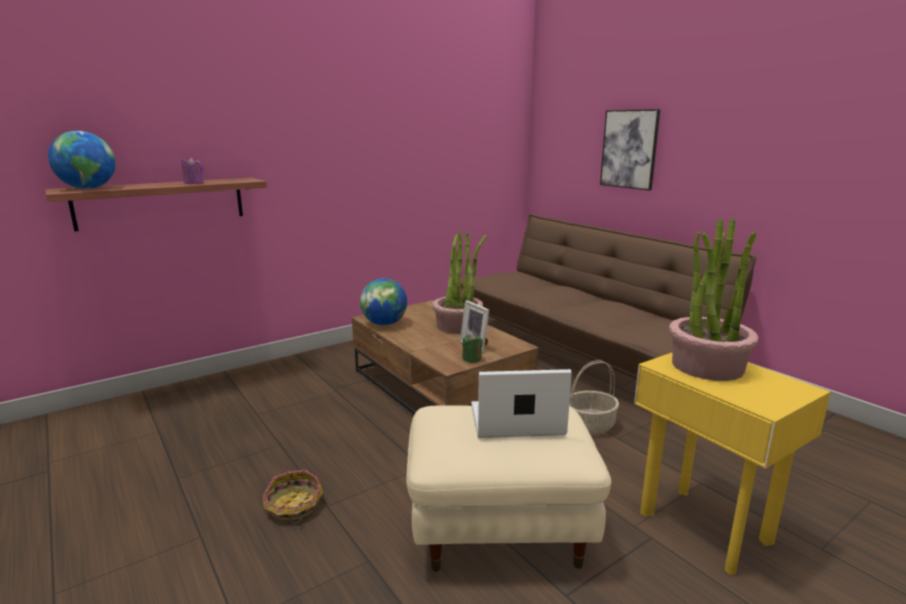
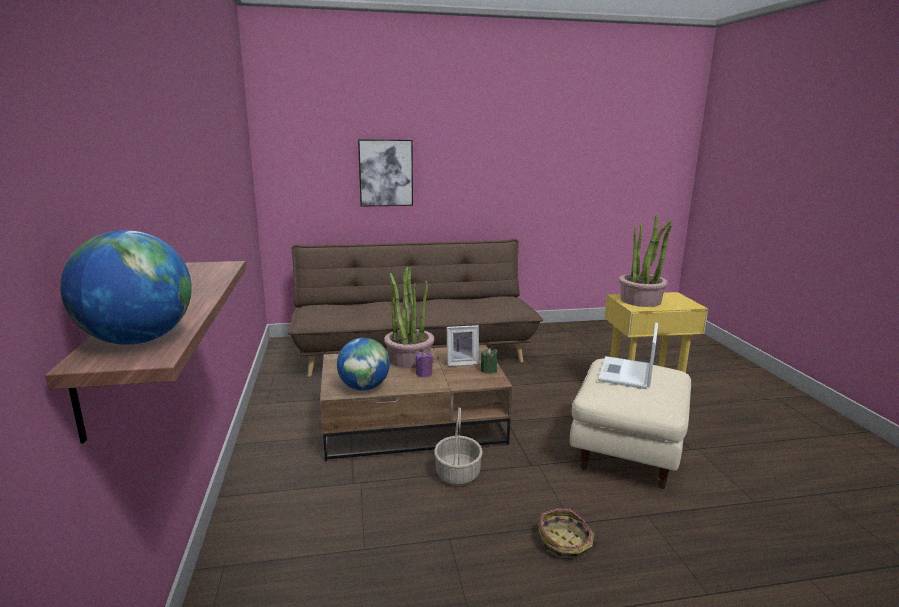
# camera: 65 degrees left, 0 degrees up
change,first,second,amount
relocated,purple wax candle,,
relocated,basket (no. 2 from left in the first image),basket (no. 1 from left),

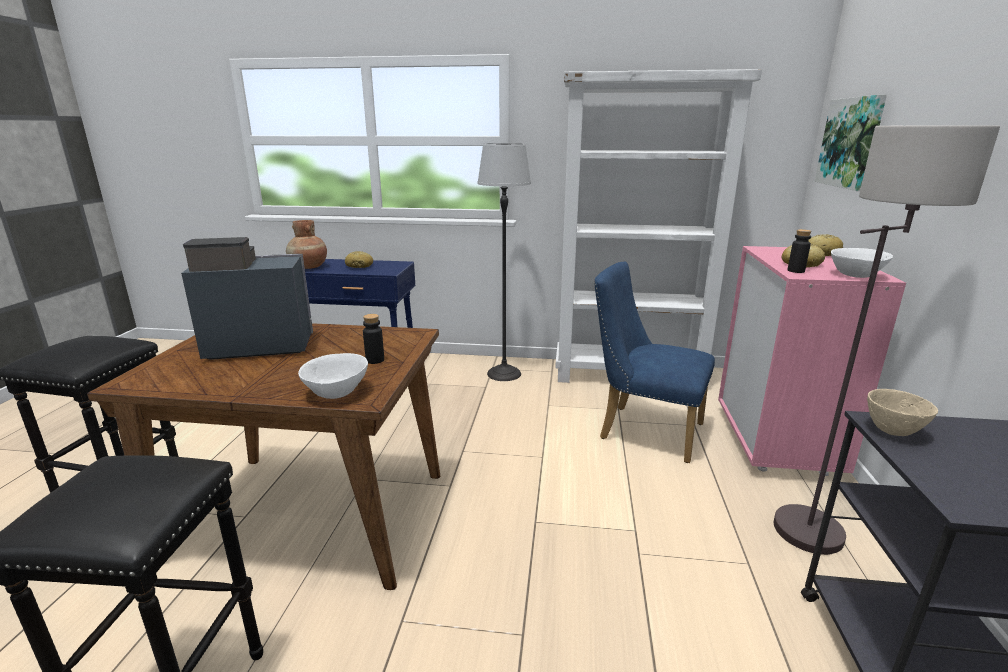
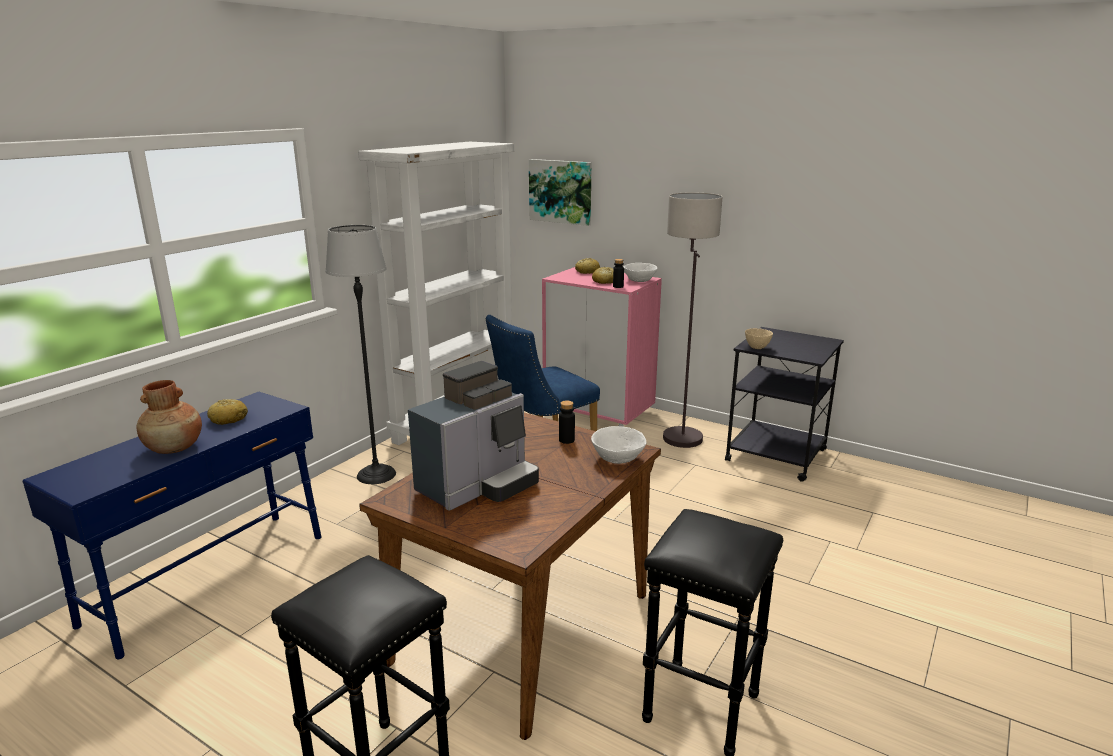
# camera: 65 degrees left, 0 degrees up
change,first,second,amount
spun,coffee brewer,,150 degrees counterclockwise

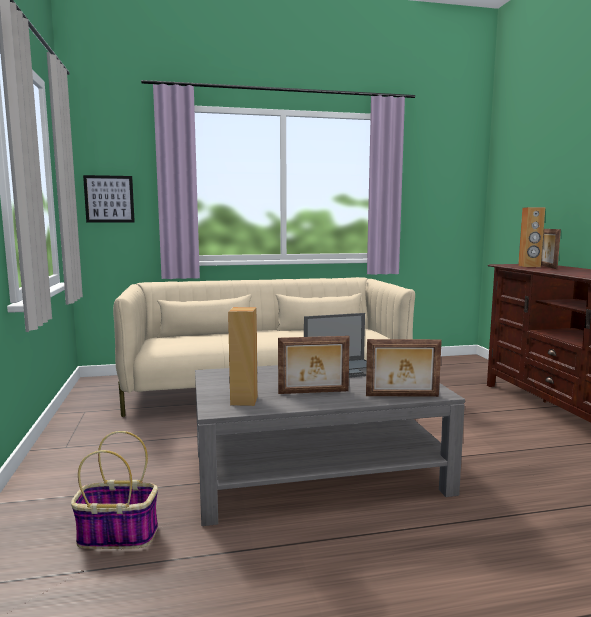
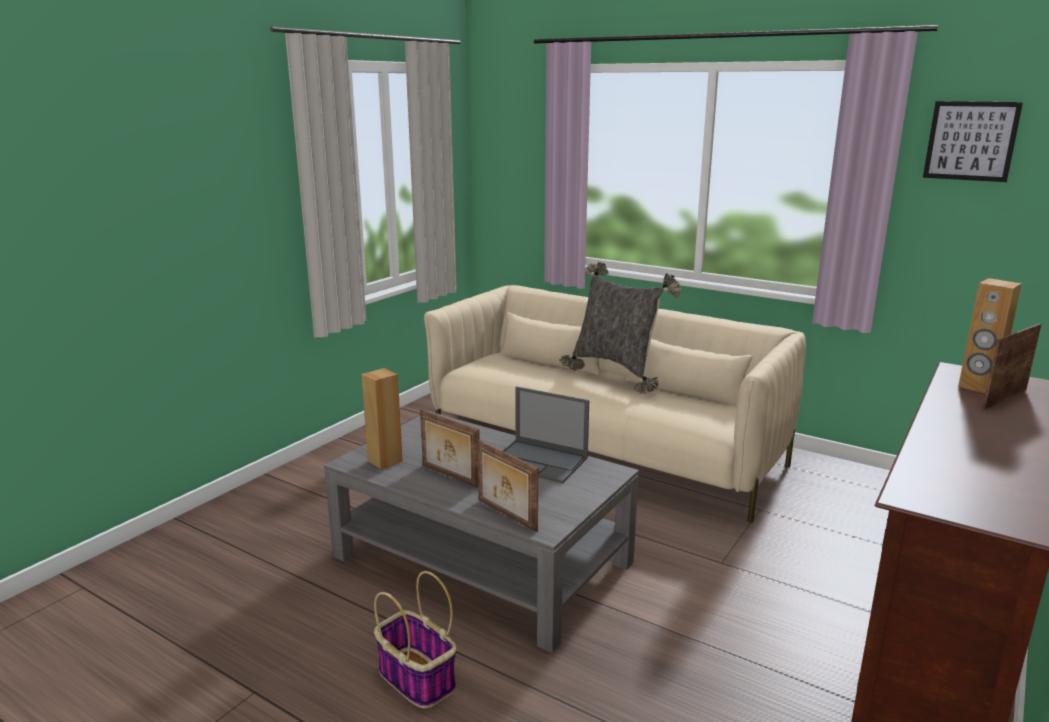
# camera: 45 degrees right, 10 degrees up
change,first,second,amount
relocated,picture,,
relocated,basket,,
appeared,,pillow,

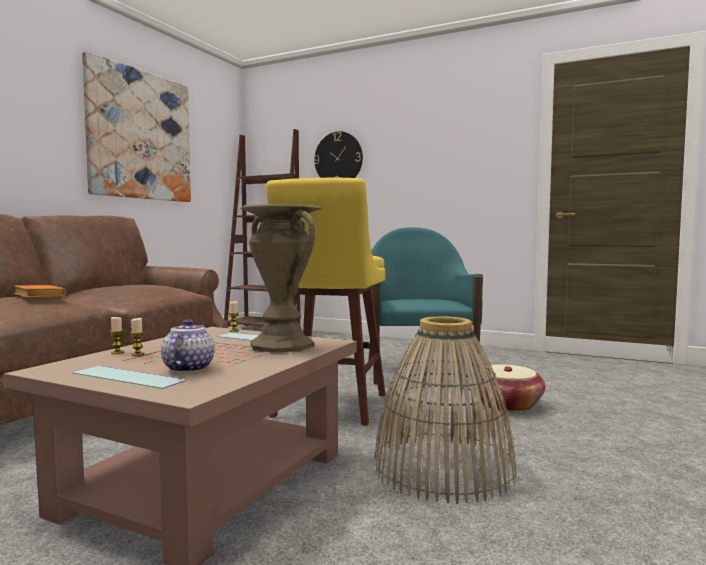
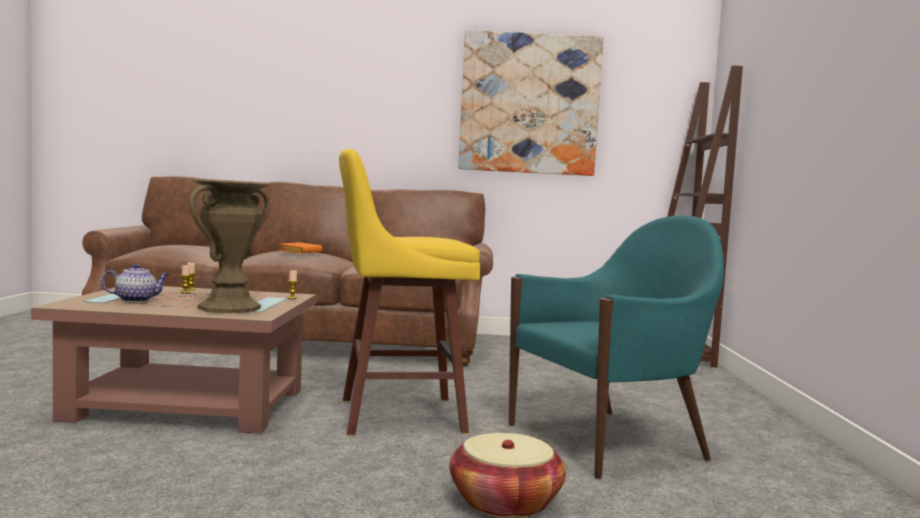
# camera: 65 degrees right, 0 degrees up
change,first,second,amount
missing,wall clock,,
missing,basket (no. 1 from left),,

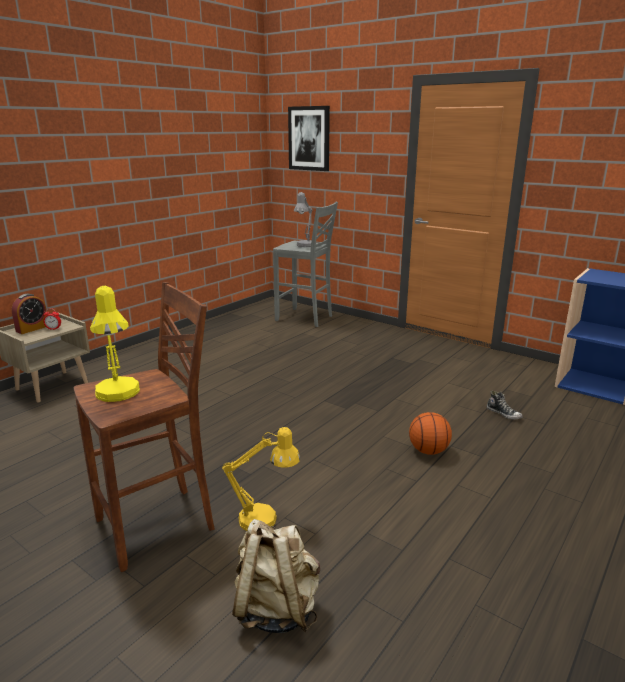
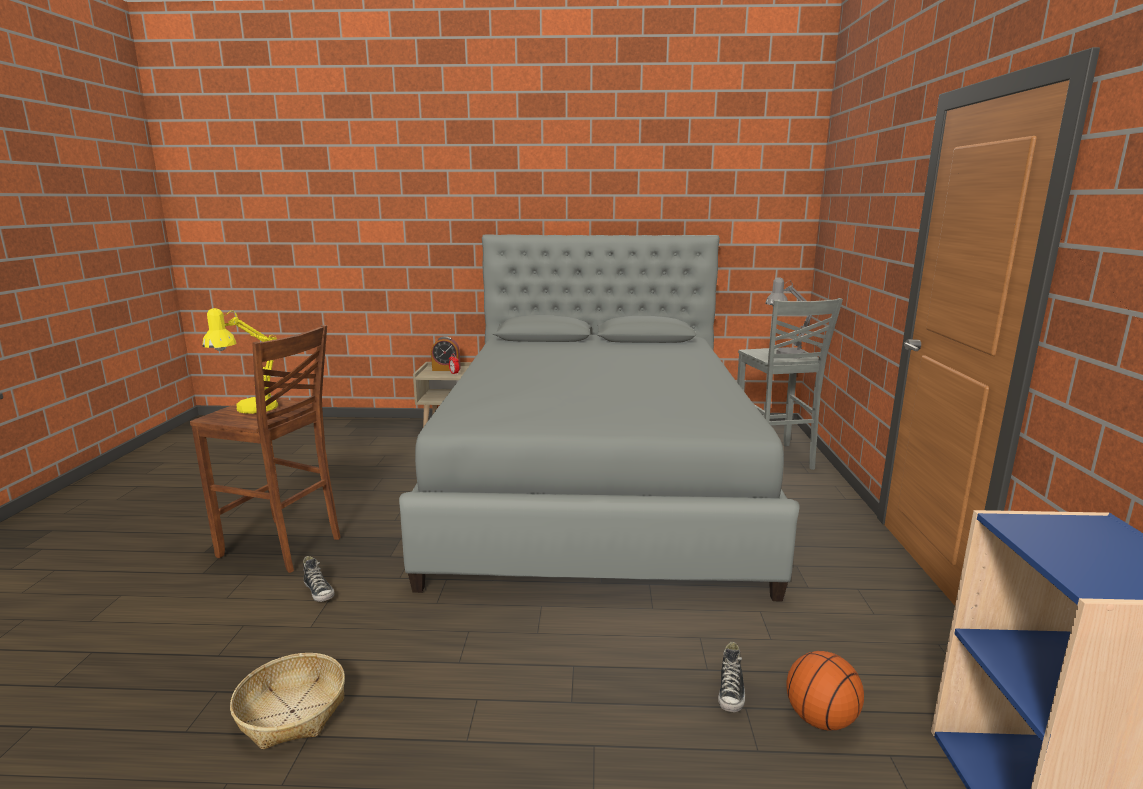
# camera: 55 degrees right, 5 degrees down
change,first,second,amount
missing,picture,,
relocated,basketball,,
exchanged,yellow tabletop lamp (no. 2 from left),shoe (no. 1 from left),
missing,beige-coloured rucksack,,
appeared,,greyish bedroom bed,
appeared,,basket,

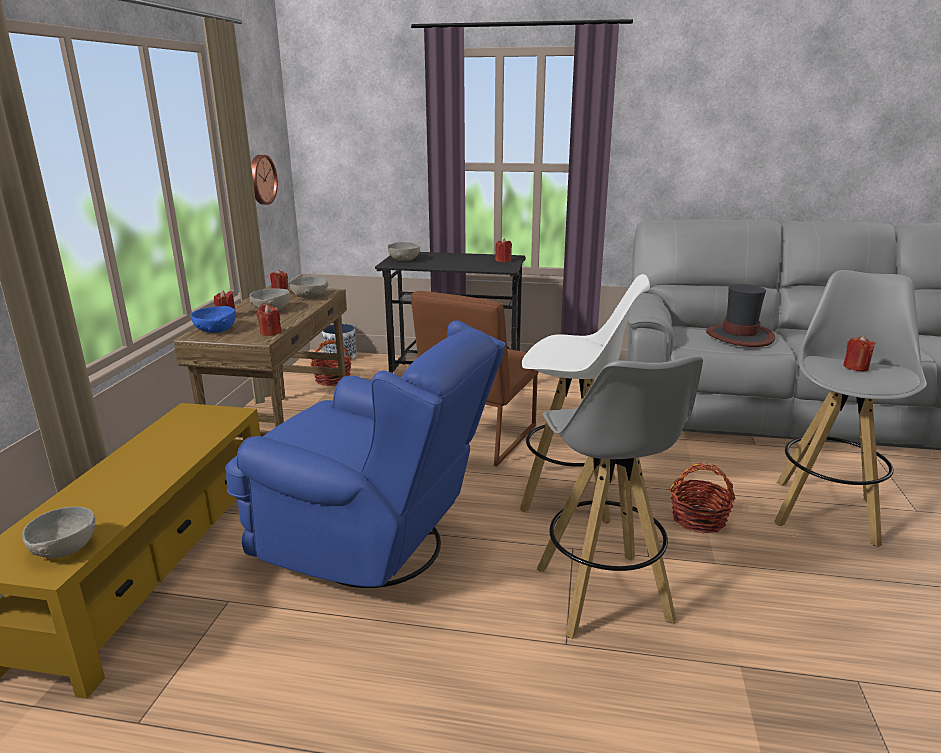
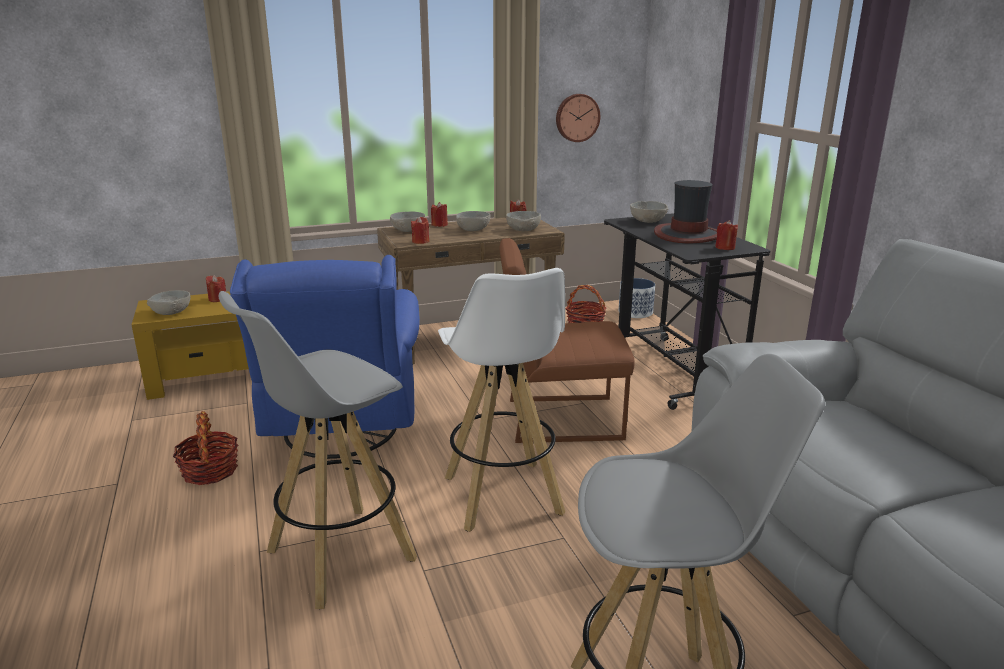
# camera: 60 degrees right, 0 degrees up
change,first,second,amount
relocated,wearable hat,,
colour,blue-coloured serving bowl,greyish serving bowl (no. 2 from left),
relocated,reddish wax candle (no. 5 from left in the first image),reddish wax candle (no. 1 from left),
relocated,basket (no. 2 from left in the first image),basket (no. 1 from left),

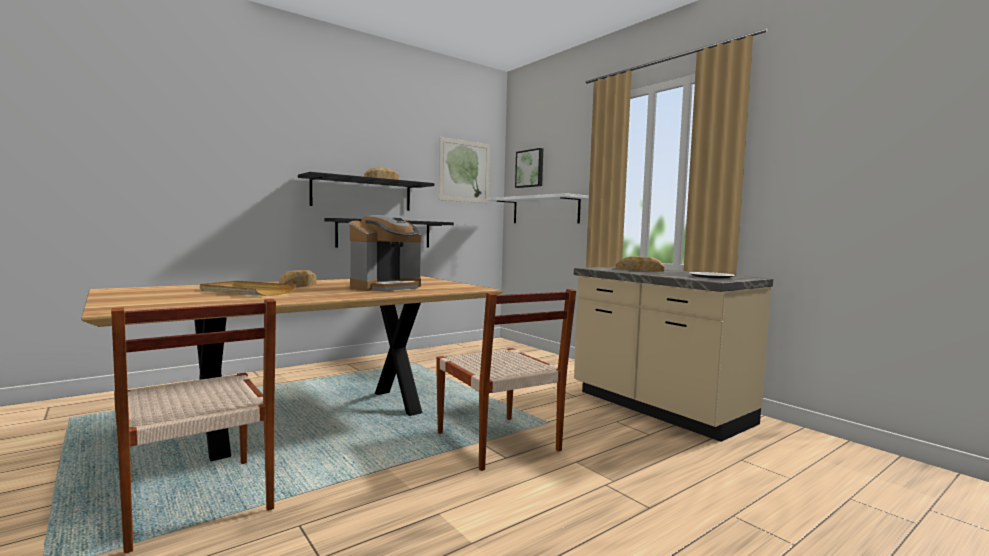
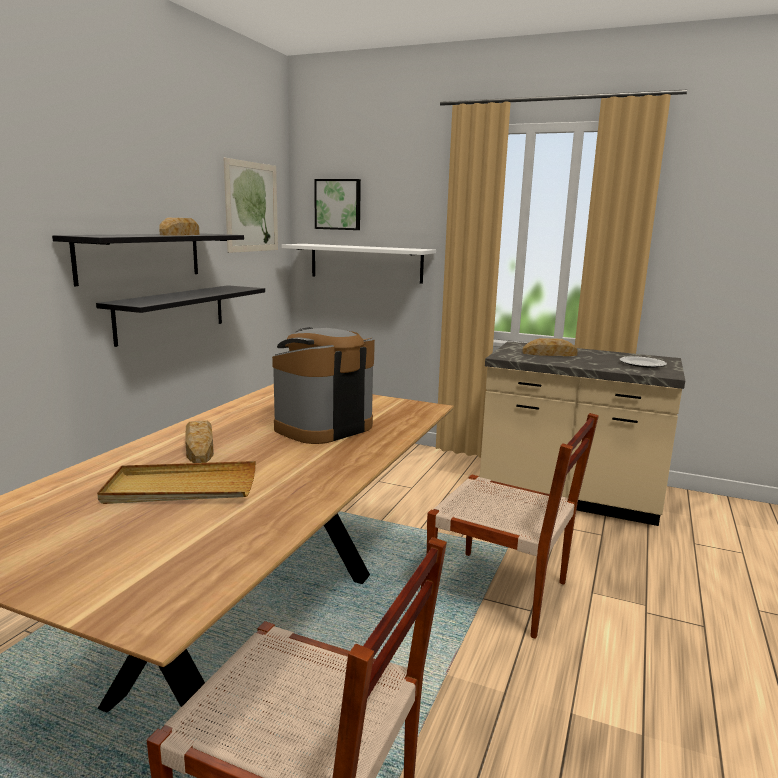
# camera: 30 degrees left, 10 degrees up
change,first,second,amount
spun,coffee brewer,,150 degrees counterclockwise

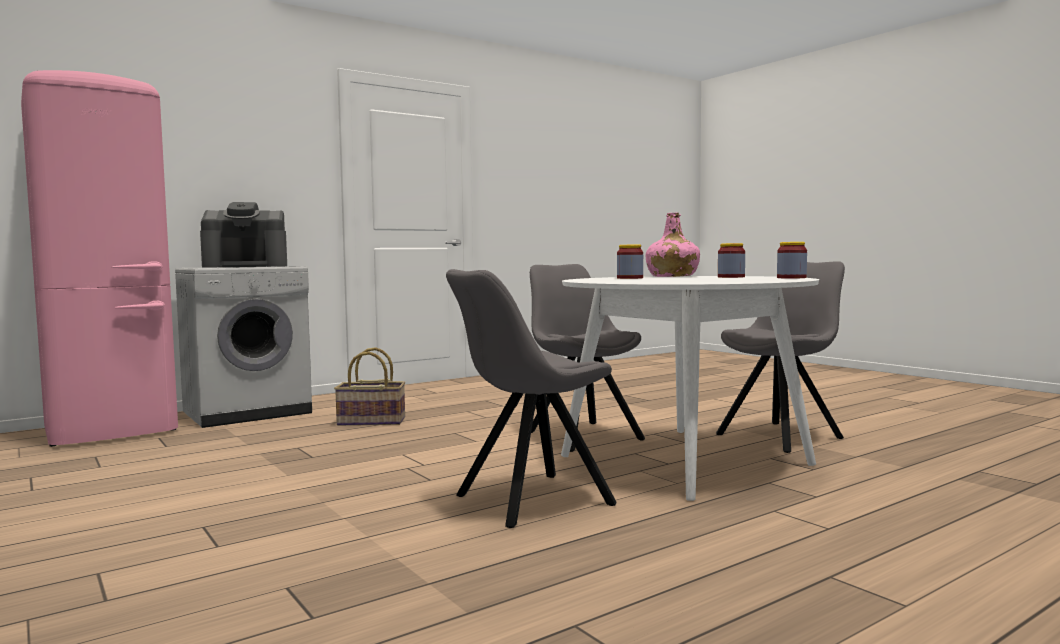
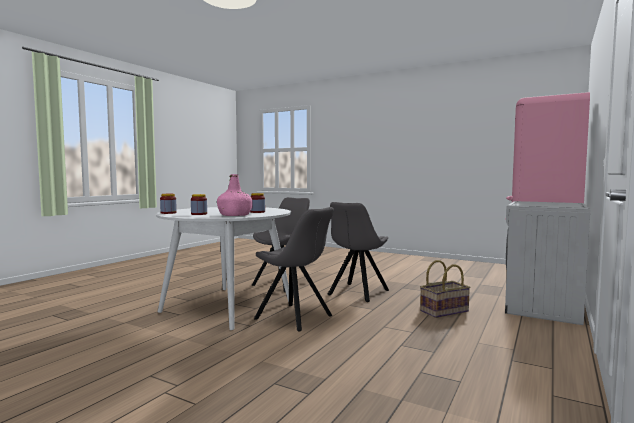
# camera: 155 degrees right, 0 degrees up
change,first,second,amount
missing,coffee brewer,,
relocated,greyish upright chair (no. 3 from left),,

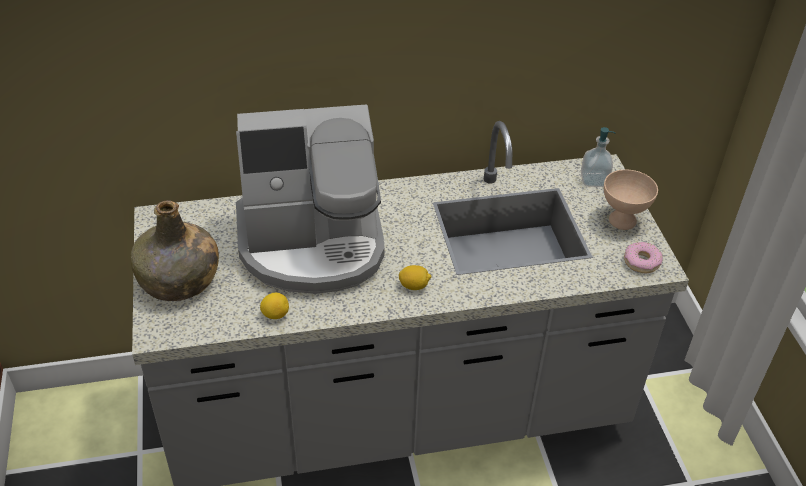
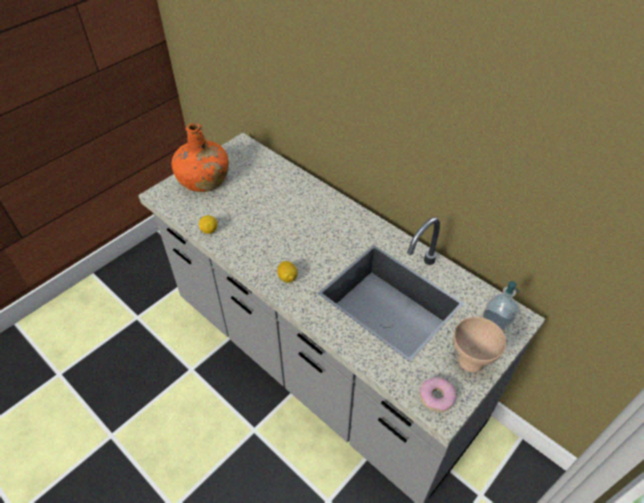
# camera: 55 degrees right, 5 degrees up
change,first,second,amount
missing,coffee brewer,,
colour,green-coloured drink bottle,orangey drink bottle,

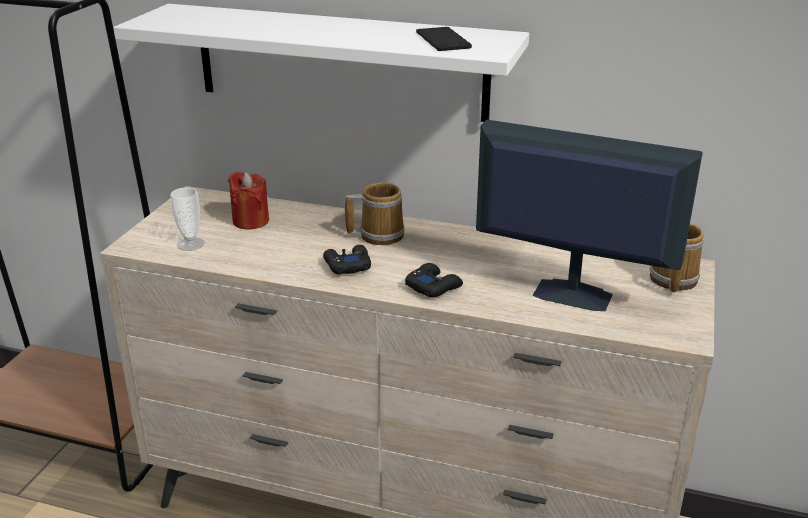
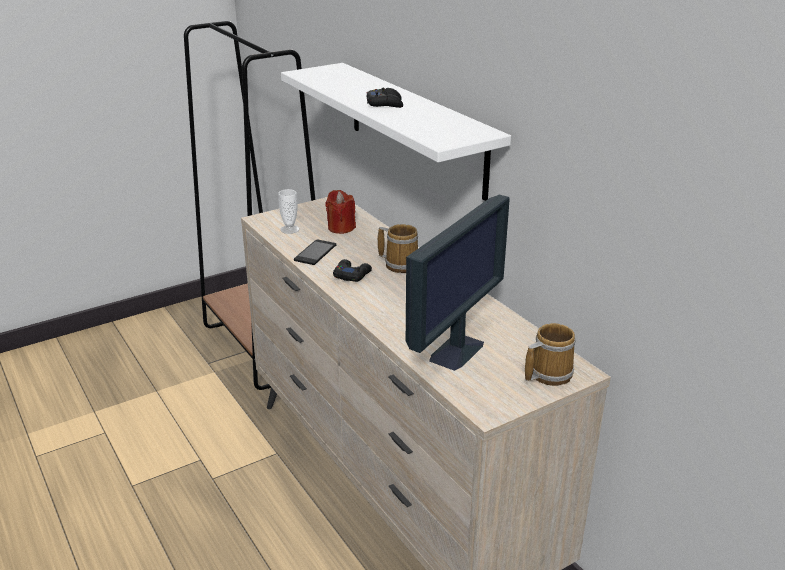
# camera: 40 degrees right, 0 degrees up
change,first,second,amount
relocated,phone,,
spun,monitor,,60 degrees clockwise
relocated,black game controller (no. 2 from left),,

